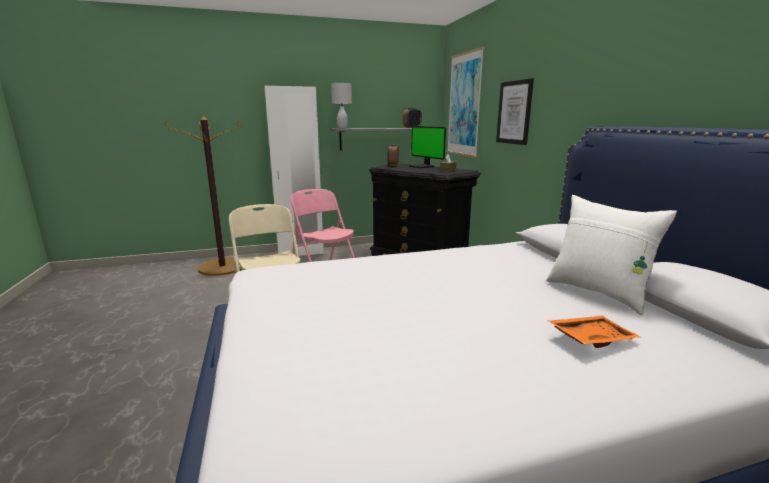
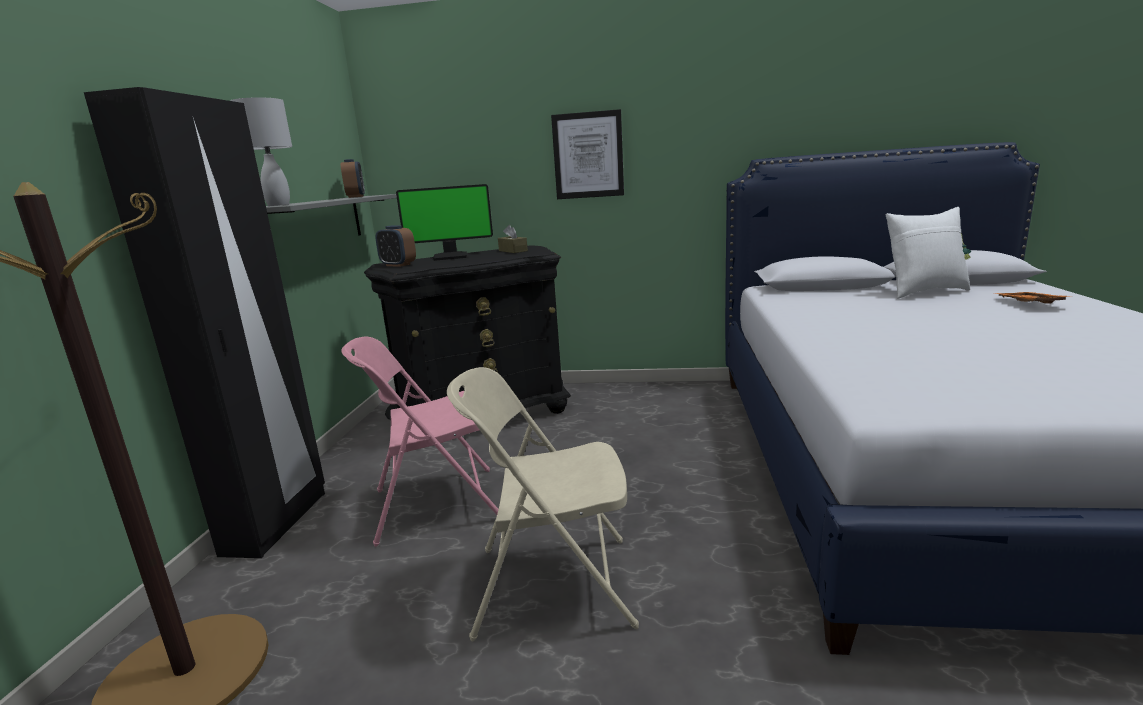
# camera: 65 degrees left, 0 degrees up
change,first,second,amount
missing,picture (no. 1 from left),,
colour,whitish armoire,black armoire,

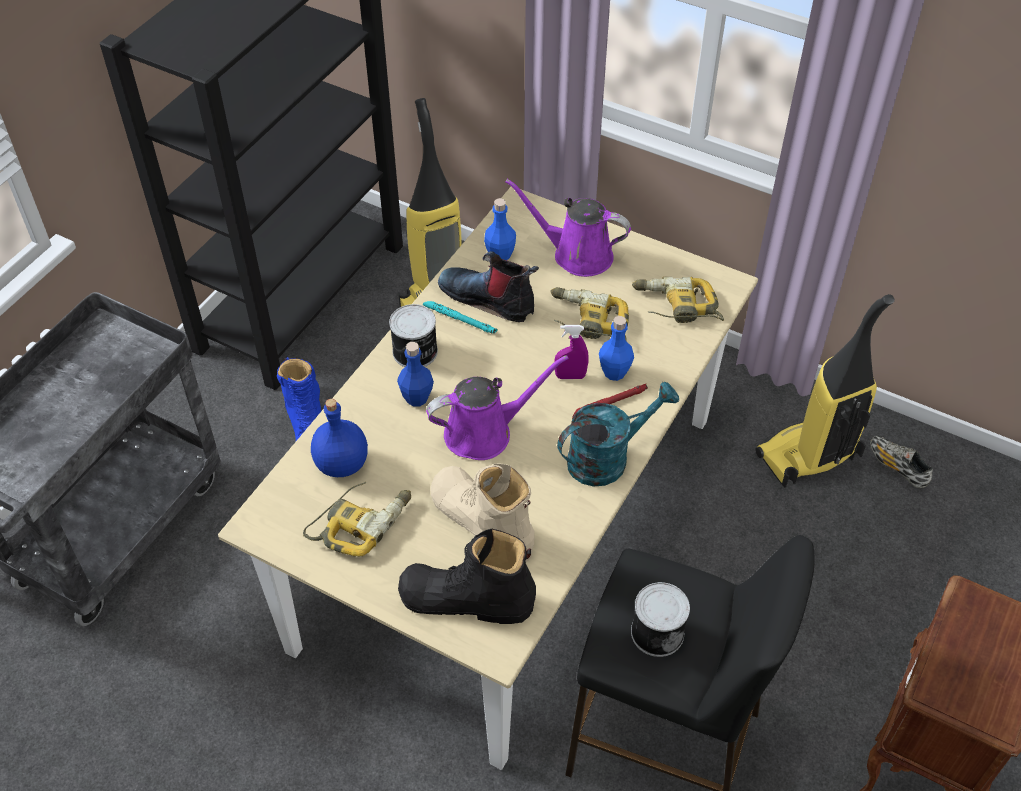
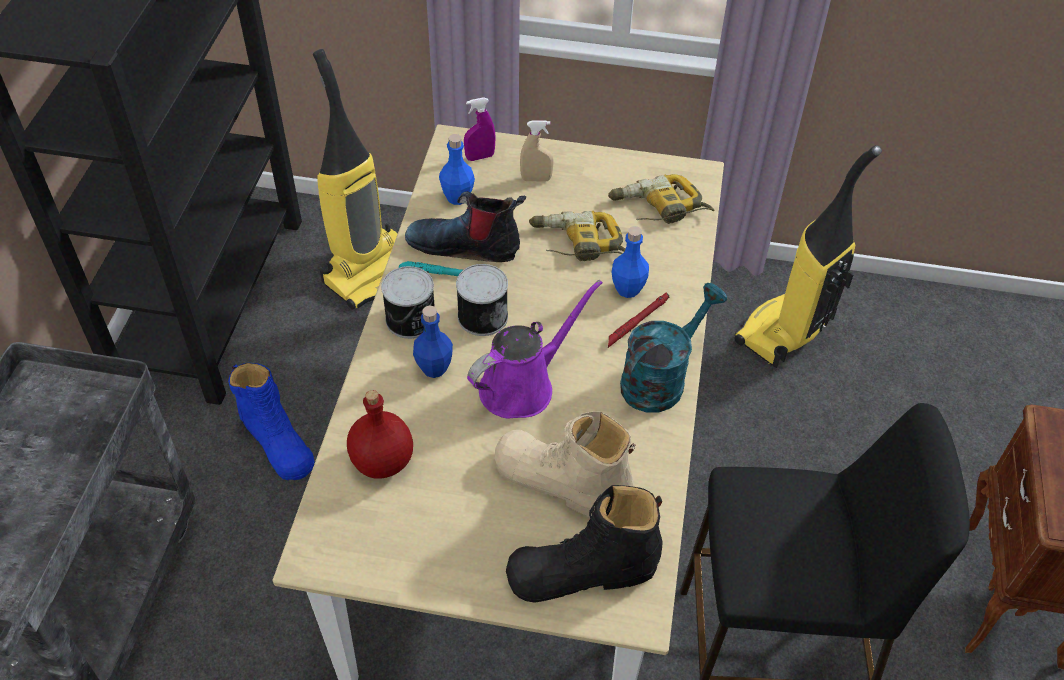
# camera: 20 degrees left, 0 degrees up
change,first,second,amount
exchanged,purple watering can (no. 2 from left),beige-coloured hand sprayer,
relocated,purple hand sprayer,,
colour,blue-coloured drink bottle (no. 1 from left),reddish drink bottle,
missing,shoe,,
missing,drill (no. 1 from left),,
relocated,sealed can (no. 2 from left),,

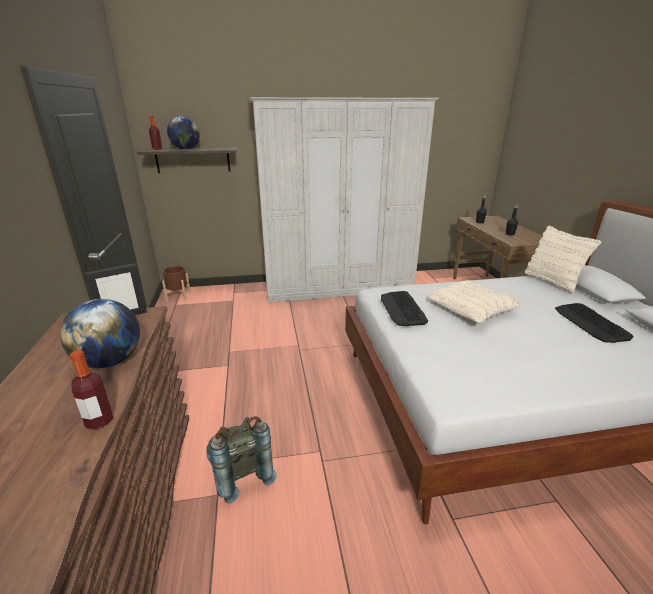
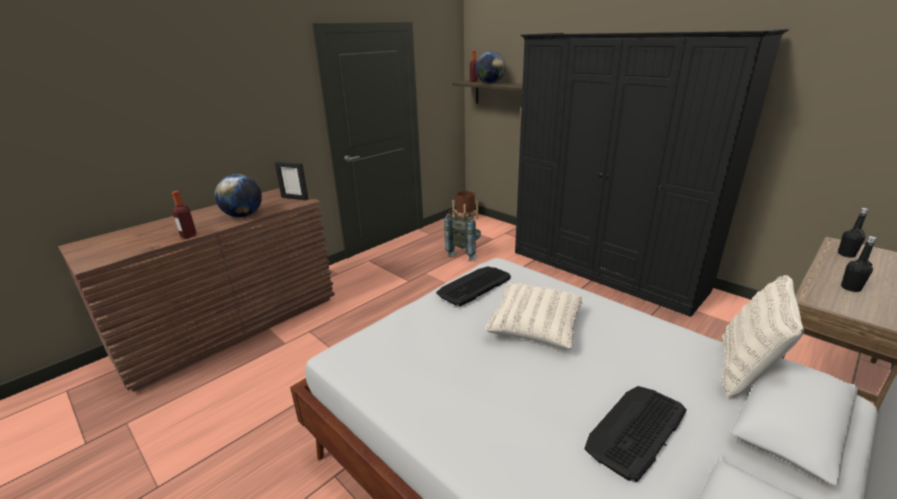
# camera: 55 degrees right, 0 degrees up
change,first,second,amount
colour,whitish armoire,black armoire,
relocated,greyish rucksack,,

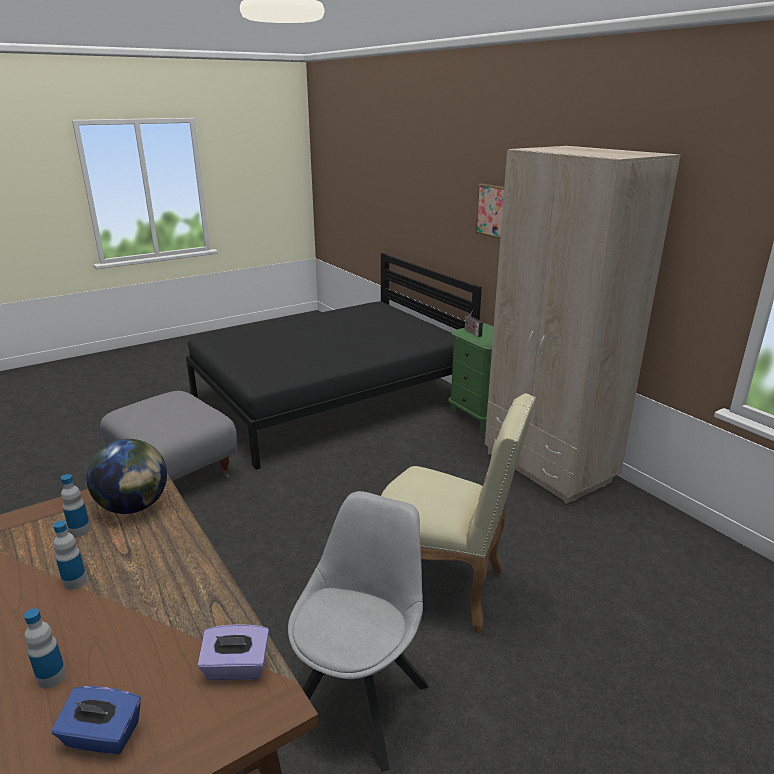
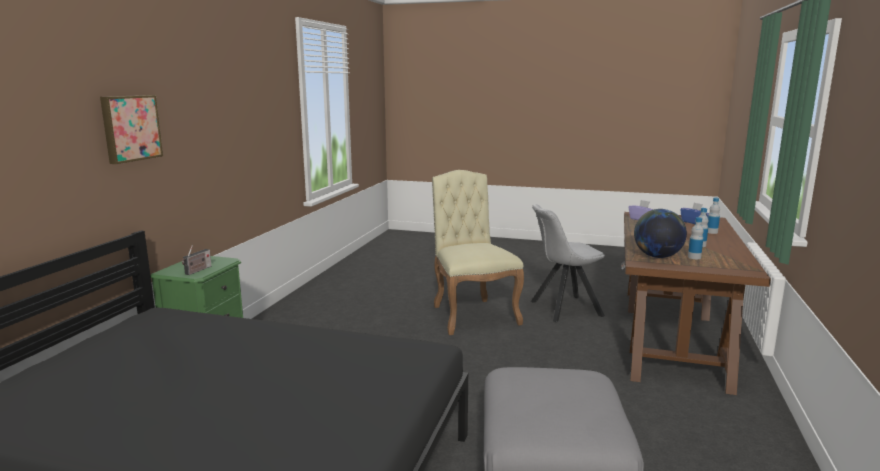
# camera: 130 degrees left, 10 degrees down
change,first,second,amount
missing,beige-coloured armoire,,

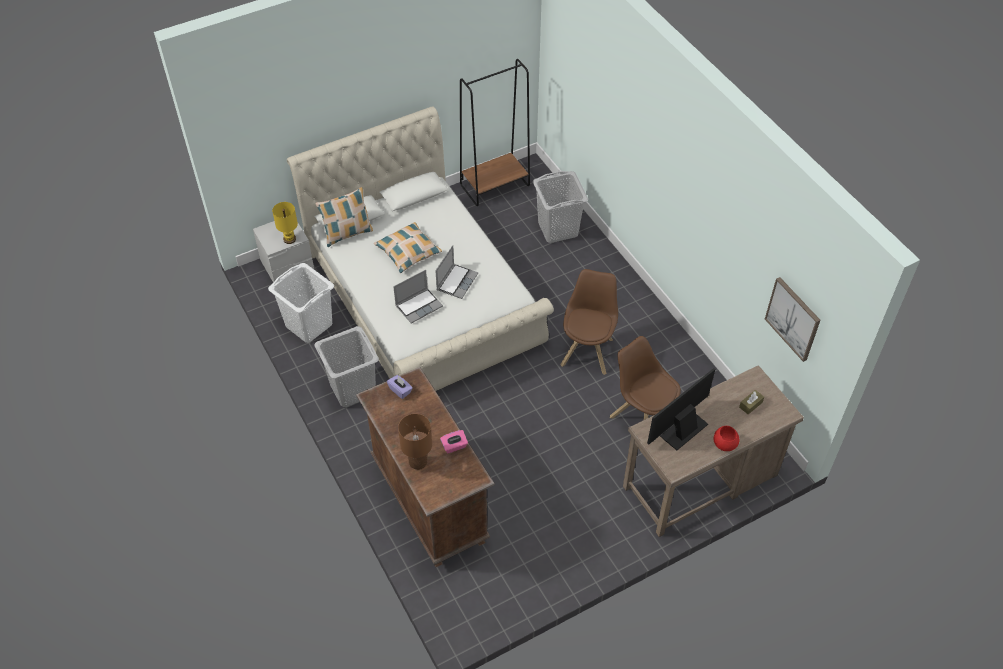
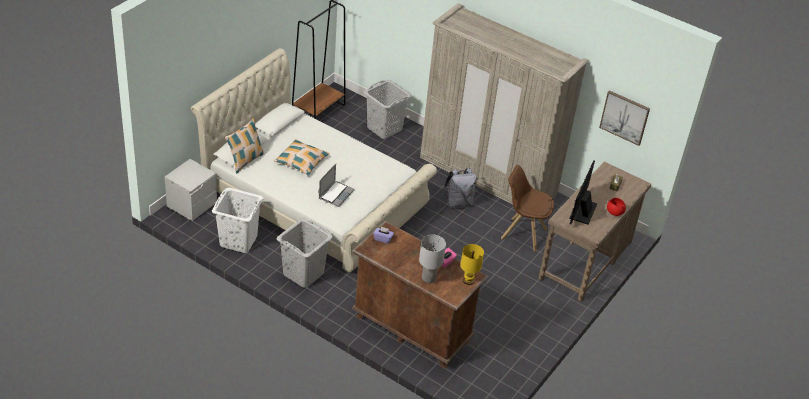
# camera: 30 degrees left, 10 degrees down
change,first,second,amount
relocated,yellow tabletop lamp,,
missing,laptop (no. 2 from left),,
exchanged,brownish upright chair (no. 1 from left),greyish rucksack,
colour,brownish tabletop lamp,greyish tabletop lamp,
appeared,,beige-coloured armoire,

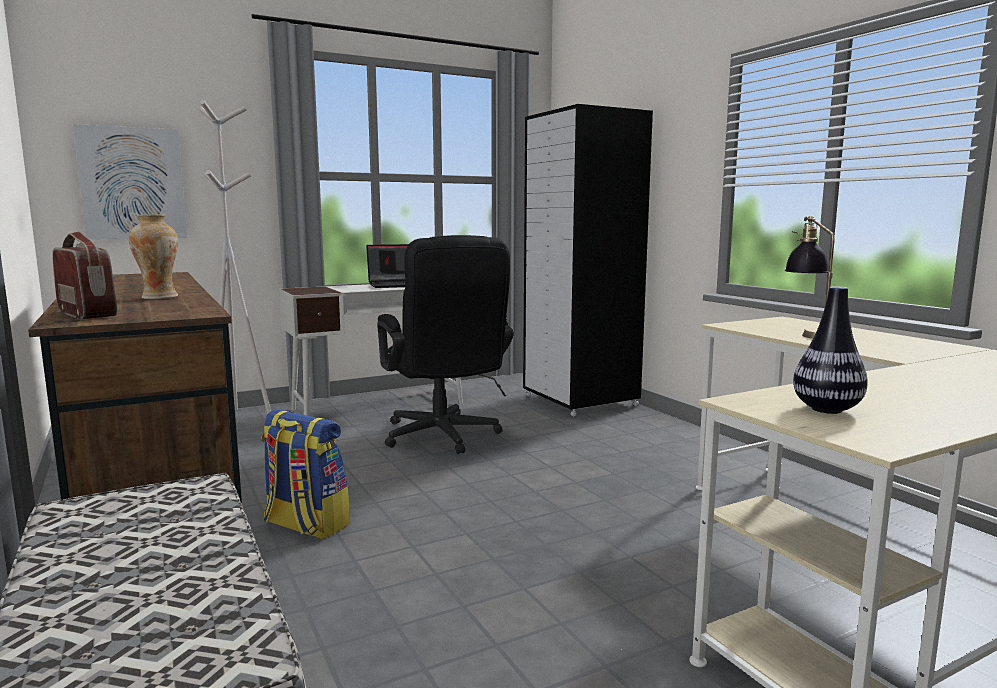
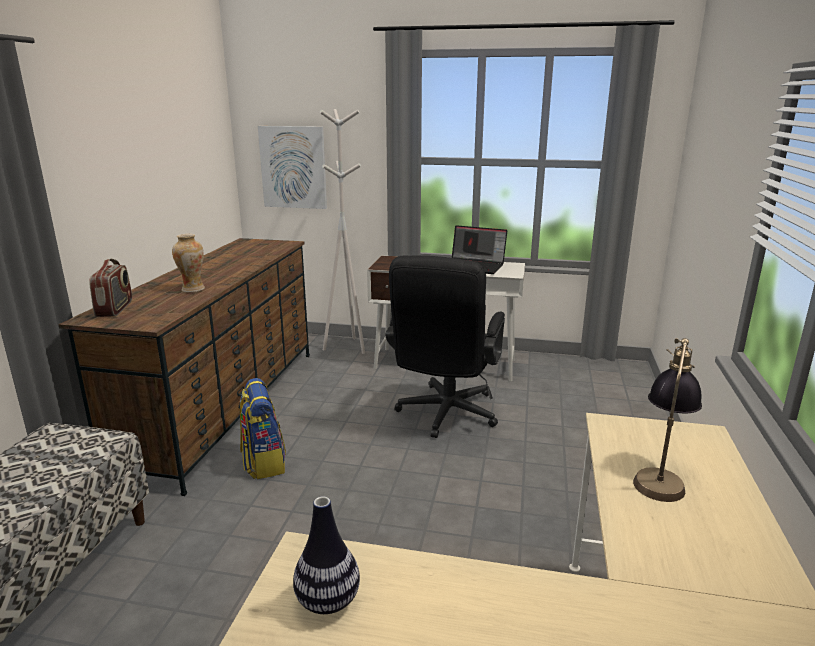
# camera: 40 degrees right, 10 degrees up
change,first,second,amount
missing,armoire,,

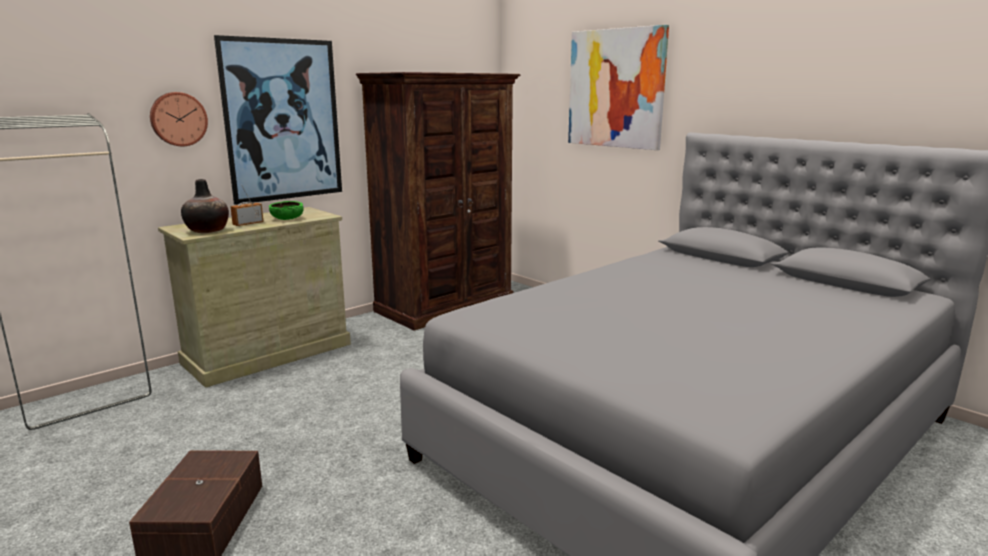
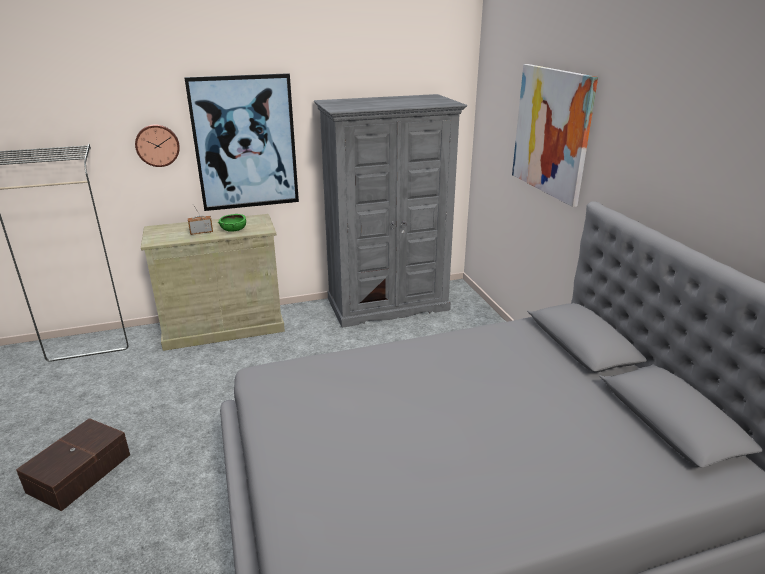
# camera: 25 degrees right, 10 degrees up
change,first,second,amount
colour,brownish armoire,greyish armoire,
missing,flower vase,,

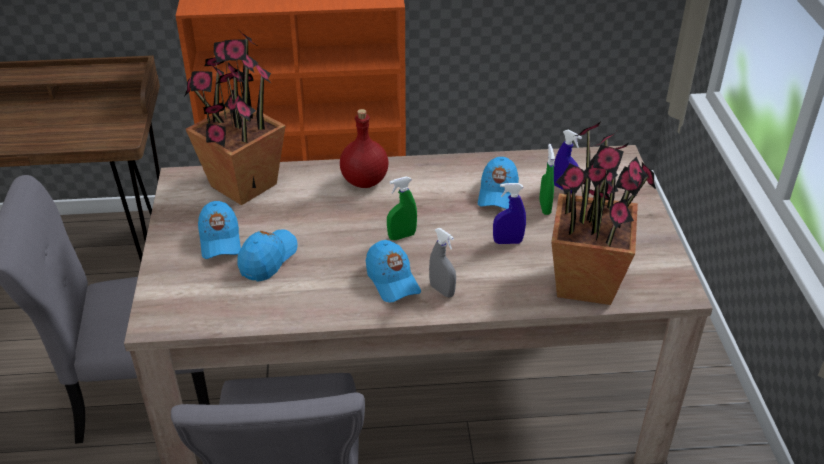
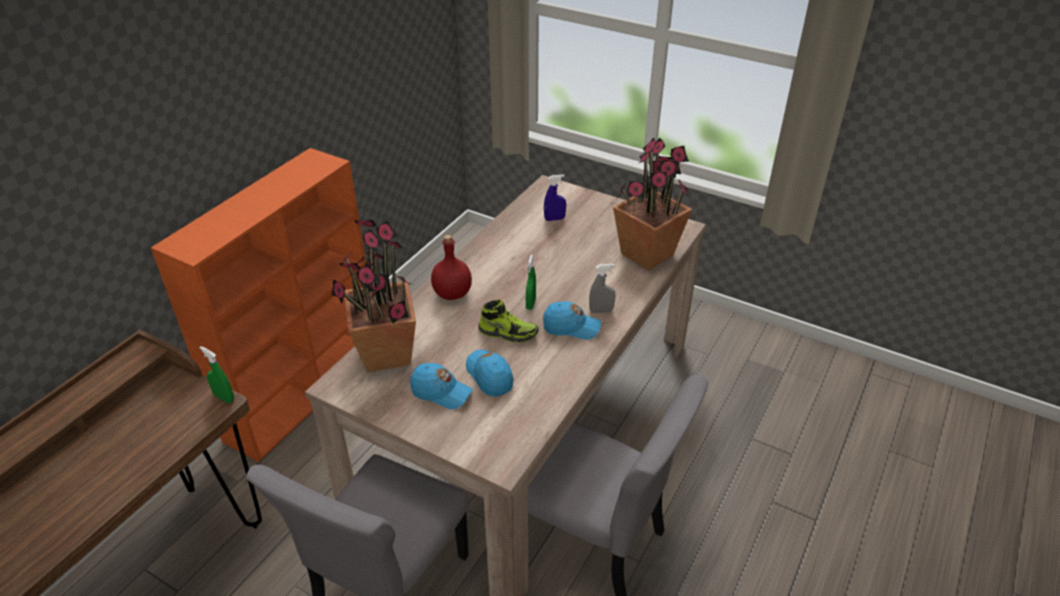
# camera: 55 degrees left, 0 degrees up
change,first,second,amount
relocated,green-coloured hand sprayer (no. 2 from left in the first image),green-coloured hand sprayer (no. 1 from left),
missing,blue-coloured baseball cap (no. 4 from left),,
missing,blue-coloured hand sprayer (no. 1 from left),,
appeared,,shoe,

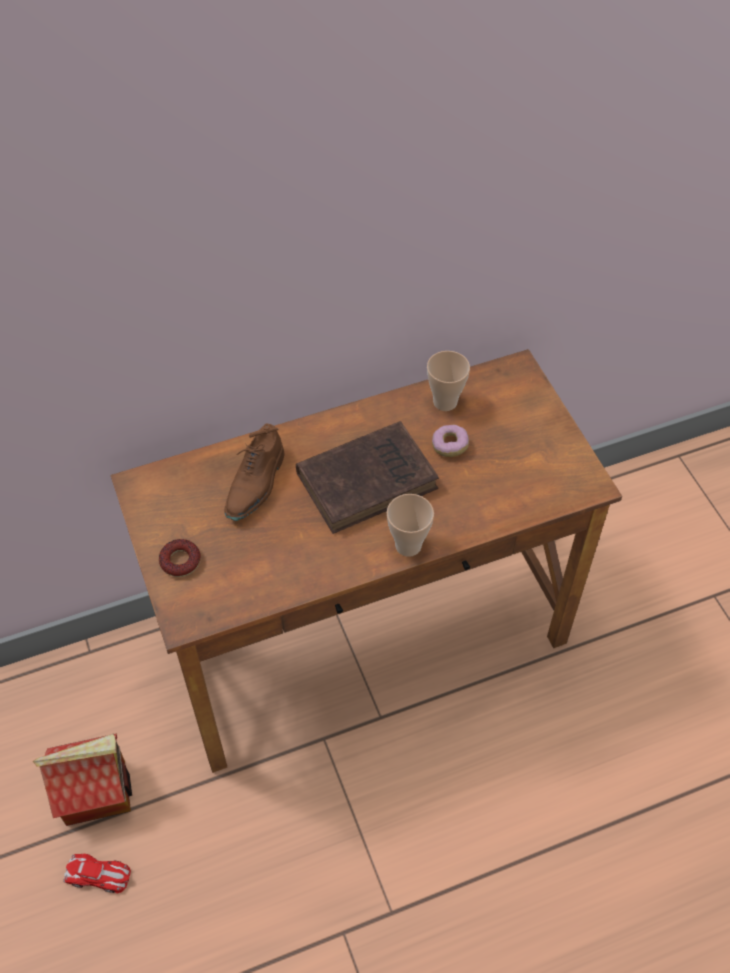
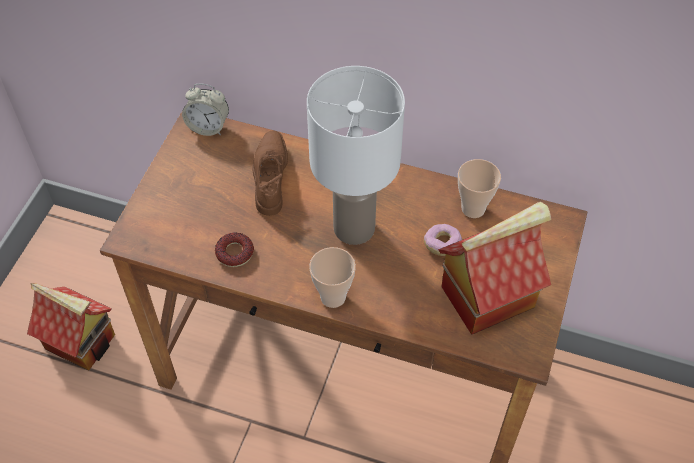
# camera: 40 degrees right, 0 degrees up
change,first,second,amount
exchanged,brownish volume,whitish tabletop lamp,
spun,brownish shoe,,120 degrees clockwise
relocated,donut (no. 1 from left),,
missing,model car,,
appeared,,bedside clock,
appeared,,miniature house (no. 2 from left),

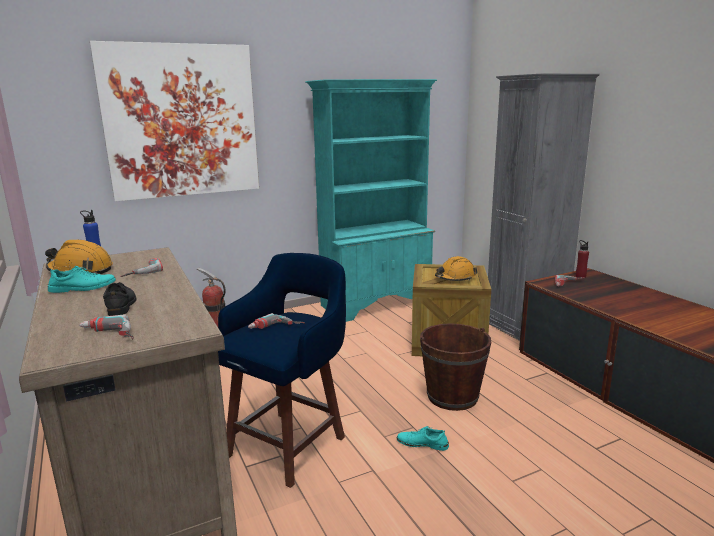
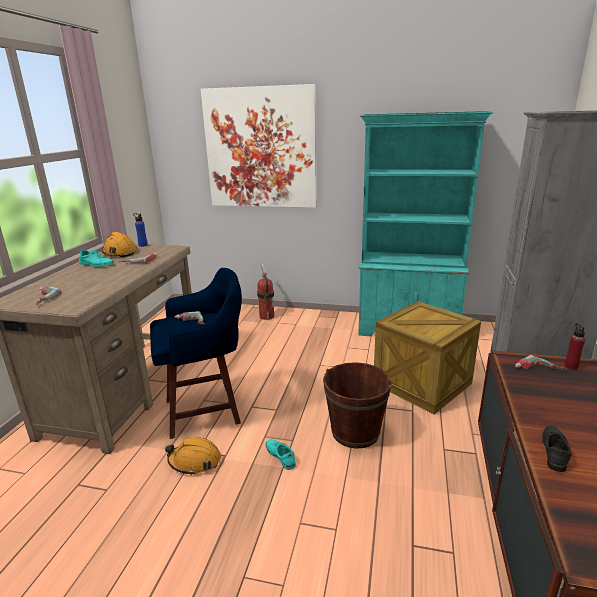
# camera: 40 degrees right, 5 degrees up
change,first,second,amount
relocated,orangey work helmet (no. 2 from left),,
relocated,black shoe,,

